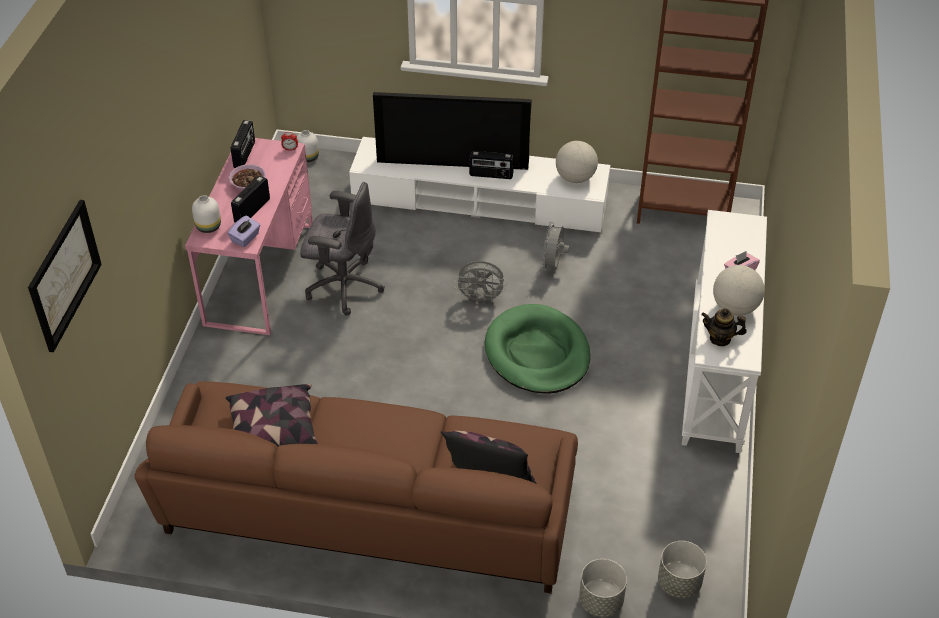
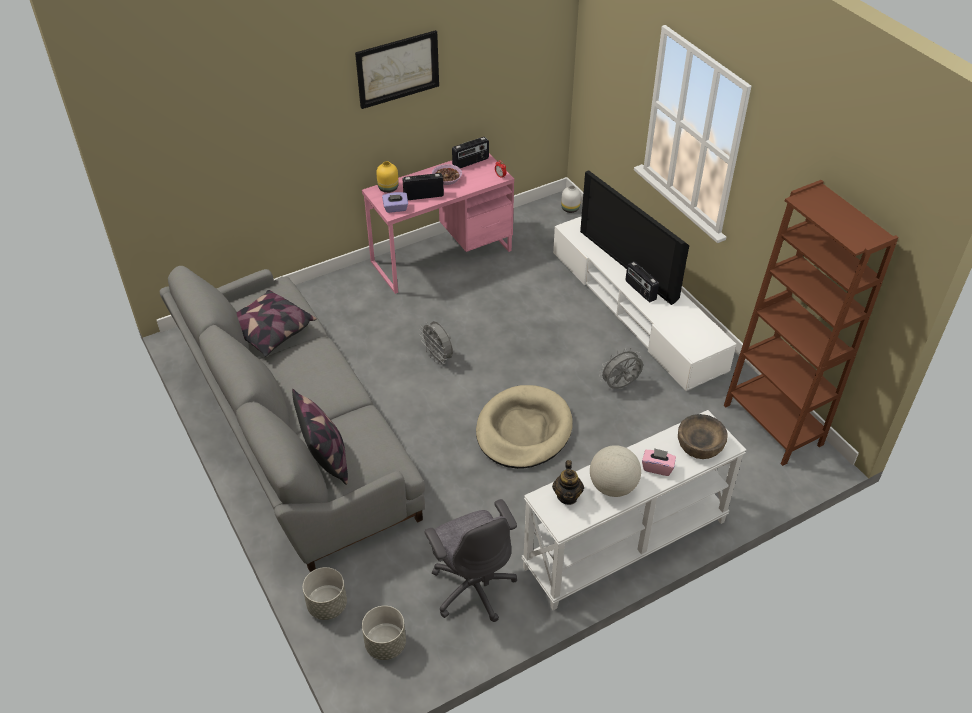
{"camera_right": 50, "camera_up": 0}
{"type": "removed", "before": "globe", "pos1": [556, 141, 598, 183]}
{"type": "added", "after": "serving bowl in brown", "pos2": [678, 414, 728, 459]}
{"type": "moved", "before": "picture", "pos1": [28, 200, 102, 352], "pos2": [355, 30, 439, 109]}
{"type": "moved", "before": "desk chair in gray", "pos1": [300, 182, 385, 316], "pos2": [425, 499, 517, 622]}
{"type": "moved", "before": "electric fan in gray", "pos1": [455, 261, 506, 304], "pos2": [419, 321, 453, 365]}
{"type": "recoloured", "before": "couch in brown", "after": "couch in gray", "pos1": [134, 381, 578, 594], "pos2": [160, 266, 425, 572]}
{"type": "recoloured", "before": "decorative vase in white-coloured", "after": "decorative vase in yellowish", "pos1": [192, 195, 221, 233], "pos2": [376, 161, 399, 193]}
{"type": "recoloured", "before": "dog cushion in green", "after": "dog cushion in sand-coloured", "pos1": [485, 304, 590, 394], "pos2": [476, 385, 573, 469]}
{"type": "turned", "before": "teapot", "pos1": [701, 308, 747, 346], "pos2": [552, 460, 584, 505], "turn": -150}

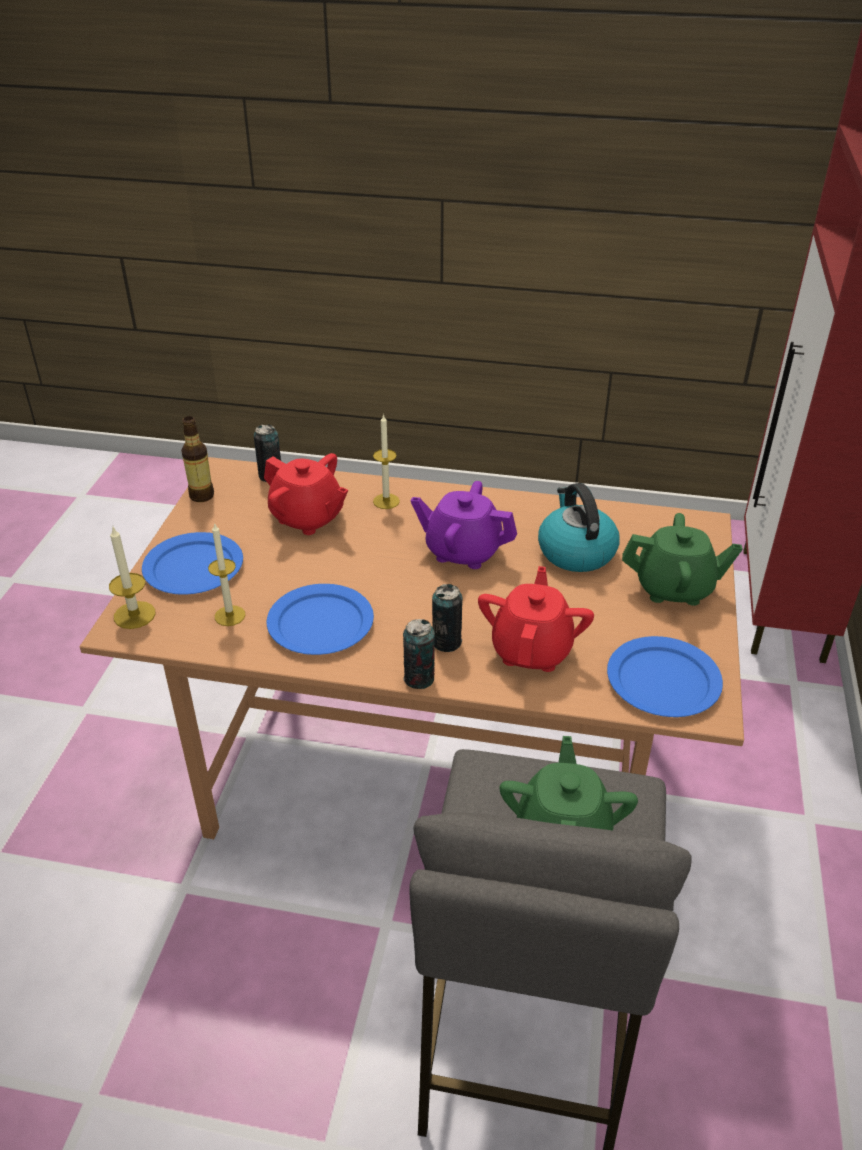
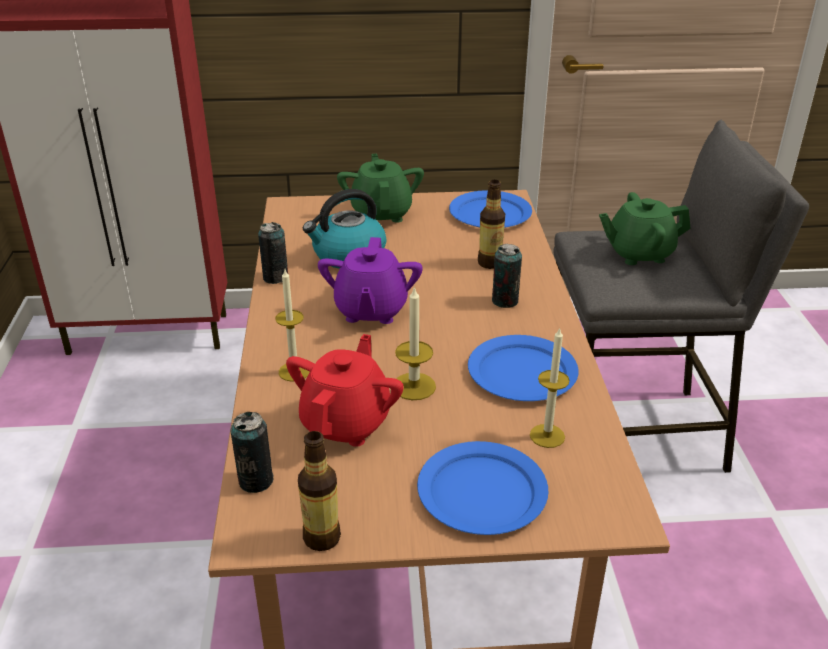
{"camera_right": -105, "camera_up": -5}
{"type": "moved", "before": "candle", "pos1": [109, 527, 156, 629], "pos2": [395, 286, 436, 400]}
{"type": "moved", "before": "metal can", "pos1": [403, 619, 435, 689], "pos2": [258, 222, 288, 284]}
{"type": "replaced", "before": "teapot in red-coloured", "after": "drink bottle", "pos1": [478, 566, 594, 672], "pos2": [478, 180, 505, 269]}

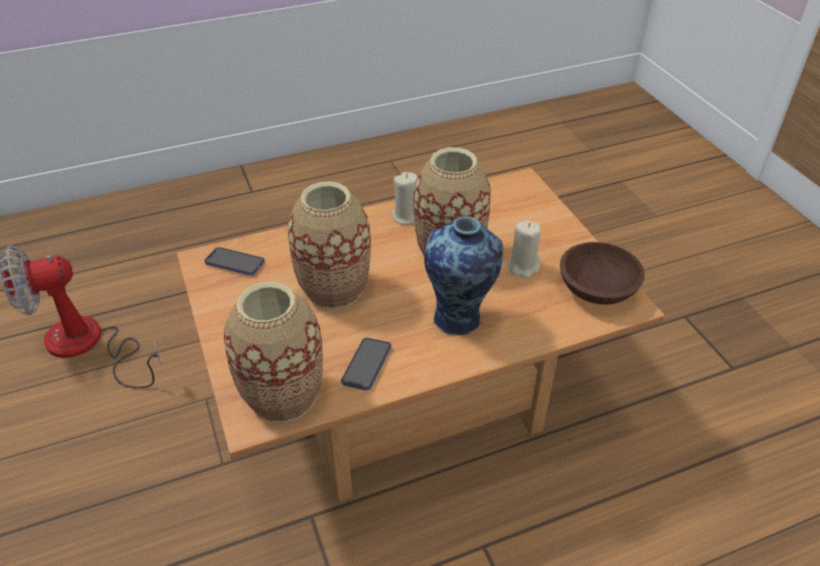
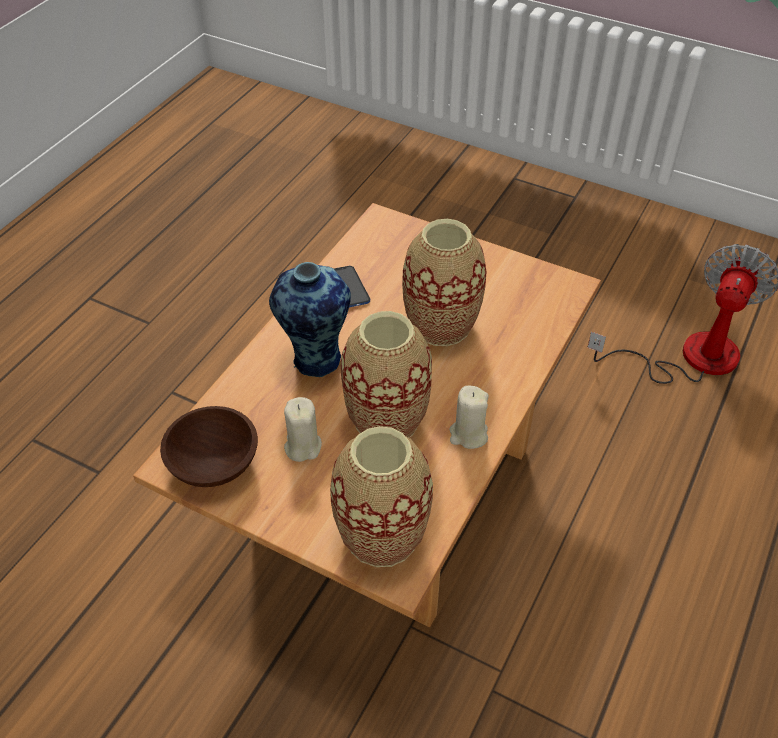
{"camera_right": 140, "camera_up": 5}
{"type": "removed", "before": "handset", "pos1": [204, 247, 265, 276]}
{"type": "moved", "before": "decorative vase", "pos1": [224, 281, 323, 422], "pos2": [330, 426, 433, 567]}

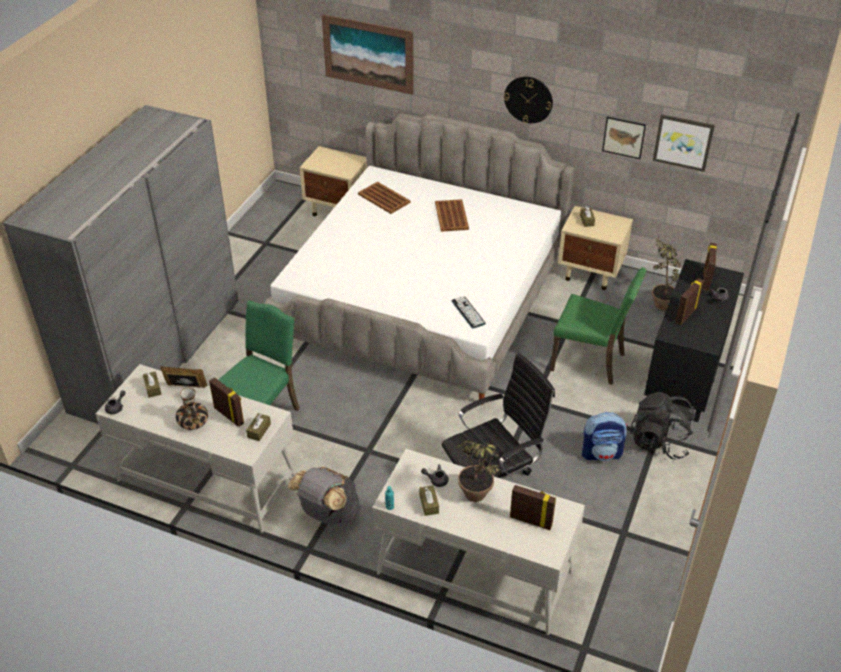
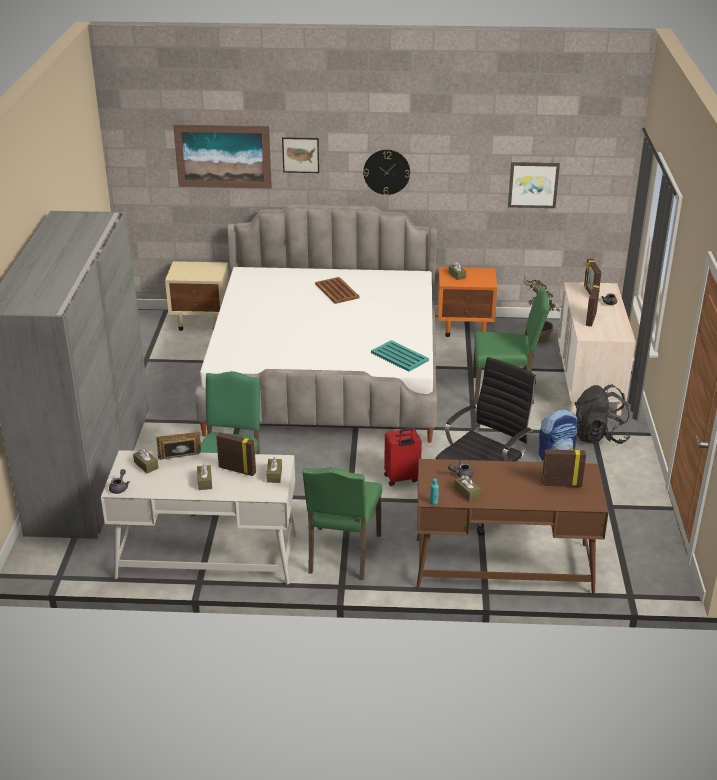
{"camera_right": -20, "camera_up": -10}
{"type": "removed", "before": "tray in brown", "pos1": [358, 182, 410, 214]}
{"type": "removed", "before": "plant in a pot", "pos1": [457, 440, 501, 502]}
{"type": "added", "after": "travel case in red-coloured", "pos2": [384, 428, 422, 486]}
{"type": "moved", "before": "picture", "pos1": [602, 116, 646, 159], "pos2": [282, 137, 319, 173]}
{"type": "replaced", "before": "decorative vase", "after": "box of tissues in brown", "pos1": [176, 388, 208, 430], "pos2": [197, 463, 212, 490]}
{"type": "replaced", "before": "rucksack in gray", "after": "plain chair in green", "pos1": [288, 467, 361, 525], "pos2": [302, 467, 382, 580]}
{"type": "replaced", "before": "keyboard", "after": "tray in turquoise", "pos1": [451, 296, 486, 328], "pos2": [371, 340, 429, 372]}
{"type": "recoloured", "before": "desk table in white-coloured", "after": "desk table in brown", "pos1": [372, 449, 585, 635], "pos2": [416, 459, 609, 595]}
{"type": "recoloured", "before": "nightstand in sand-coloured", "after": "nightstand in orangey", "pos1": [558, 206, 633, 290], "pos2": [438, 267, 497, 337]}
{"type": "recoloured", "before": "chest of drawers in black-coloured", "after": "chest of drawers in sand-coloured", "pos1": [644, 259, 744, 422], "pos2": [558, 282, 636, 415]}

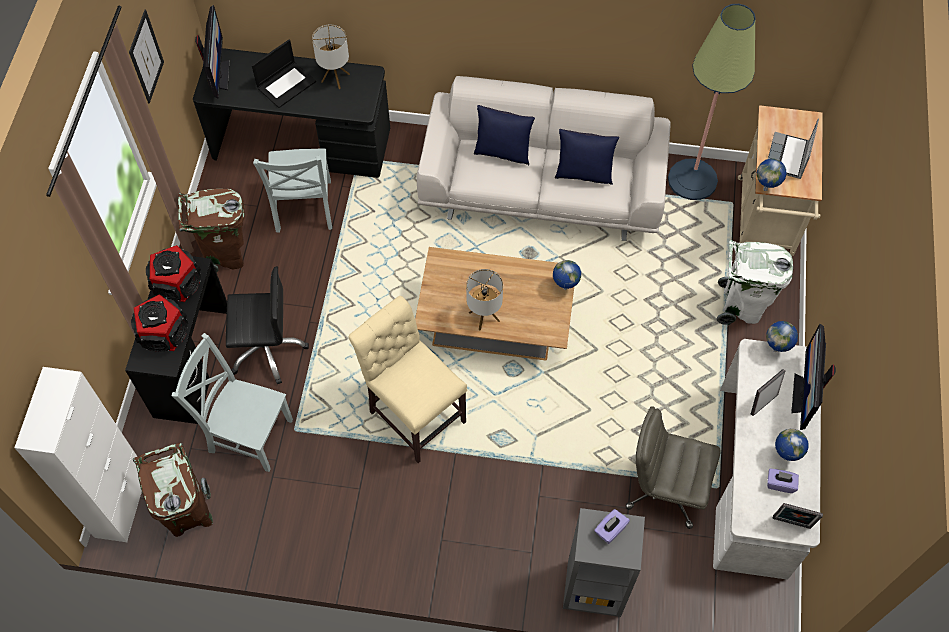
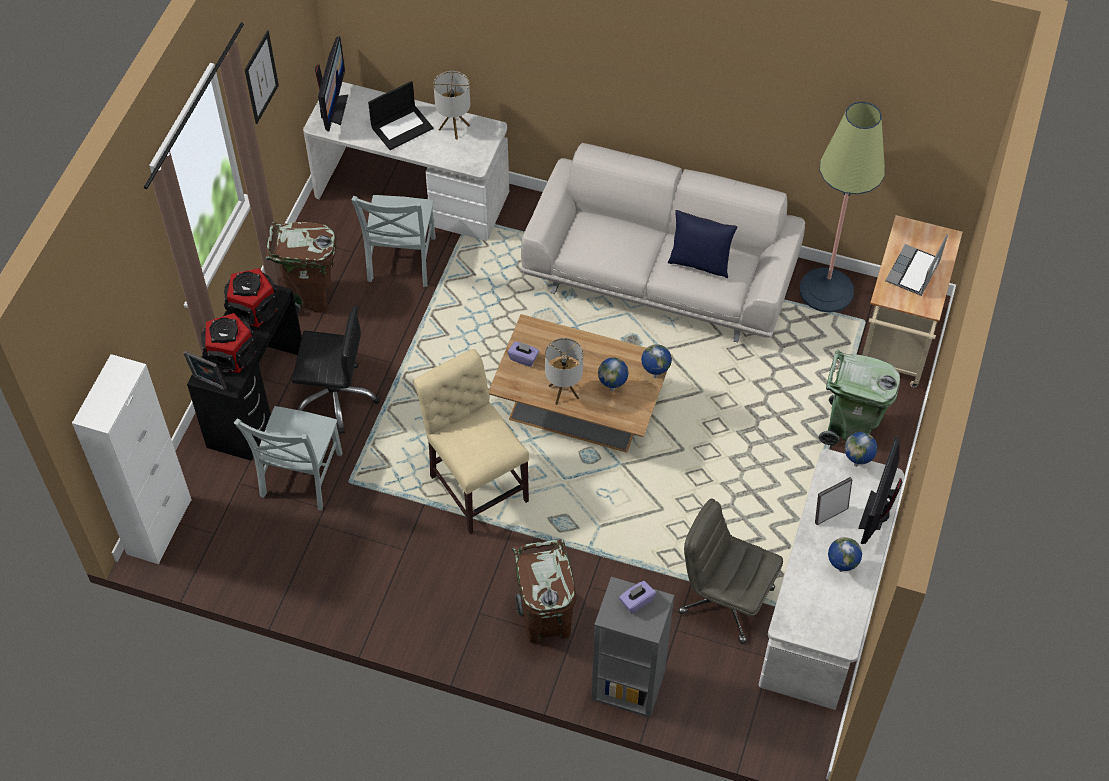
{"camera_right": 10, "camera_up": -5}
{"type": "removed", "before": "throw pillow in blue-coloured", "pos1": [474, 105, 535, 165]}
{"type": "moved", "before": "waste bin in brown", "pos1": [133, 443, 213, 537], "pos2": [512, 540, 576, 643]}
{"type": "moved", "before": "globe", "pos1": [757, 159, 787, 191], "pos2": [598, 358, 629, 391]}
{"type": "moved", "before": "box of tissues in purple-coloured", "pos1": [767, 469, 799, 493], "pos2": [508, 342, 539, 367]}
{"type": "moved", "before": "photo frame", "pos1": [773, 503, 823, 529], "pos2": [183, 351, 227, 390]}
{"type": "recoloured", "before": "desk table in black-coloured", "after": "desk table in white-coloured", "pos1": [193, 48, 390, 178], "pos2": [303, 82, 509, 241]}
{"type": "recoloured", "before": "waste bin in white-coloured", "after": "waste bin in green", "pos1": [716, 240, 793, 325], "pos2": [819, 350, 900, 446]}
{"type": "turned", "before": "plain chair in gray", "pos1": [172, 333, 293, 472], "pos2": [234, 406, 343, 510], "turn": -105}

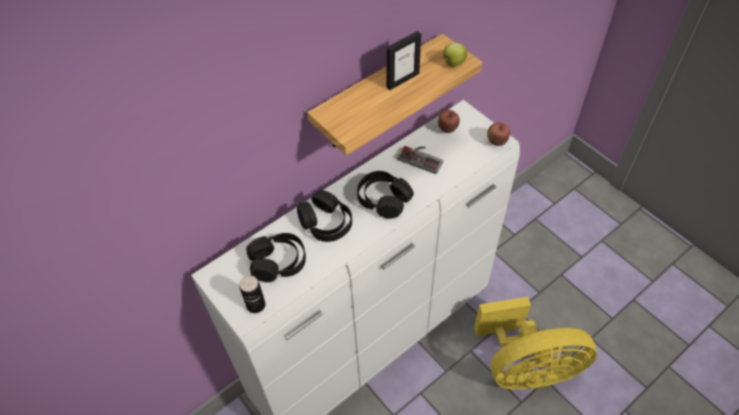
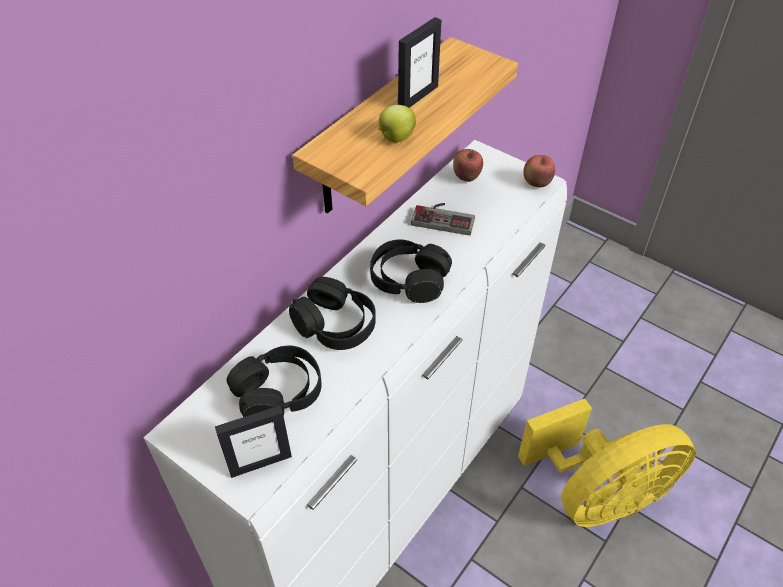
{"camera_right": -15, "camera_up": -5}
{"type": "moved", "before": "apple fruit", "pos1": [442, 43, 467, 67], "pos2": [378, 105, 416, 142]}
{"type": "replaced", "before": "metal can", "after": "photo frame", "pos1": [240, 275, 265, 313], "pos2": [215, 405, 292, 478]}

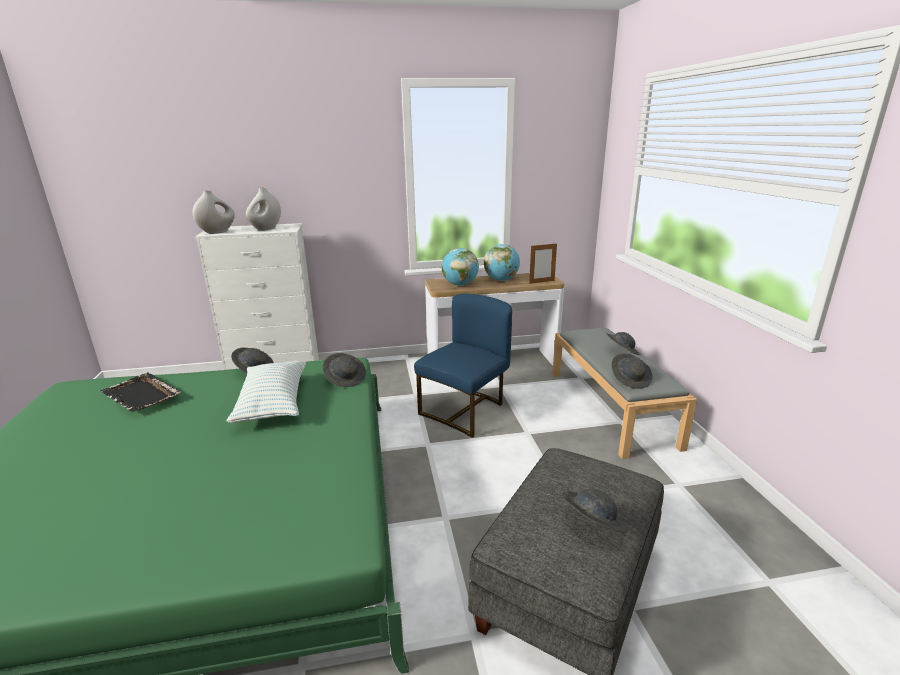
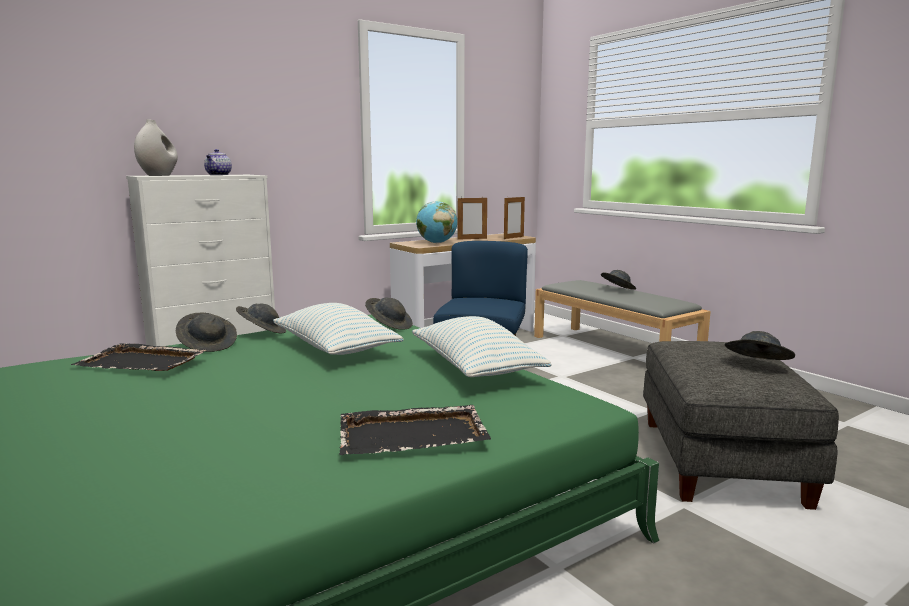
{"camera_right": -25, "camera_up": -10}
{"type": "added", "after": "tray in black-coloured", "pos2": [339, 405, 491, 455]}
{"type": "added", "after": "throw pillow", "pos2": [412, 316, 552, 377]}
{"type": "moved", "before": "hat in gray", "pos1": [612, 353, 653, 389], "pos2": [176, 313, 237, 352]}
{"type": "replaced", "before": "decorative vase in white-coloured", "after": "teapot", "pos1": [246, 187, 281, 231], "pos2": [204, 149, 232, 175]}
{"type": "replaced", "before": "globe", "after": "photo frame", "pos1": [484, 244, 520, 281], "pos2": [458, 196, 487, 240]}

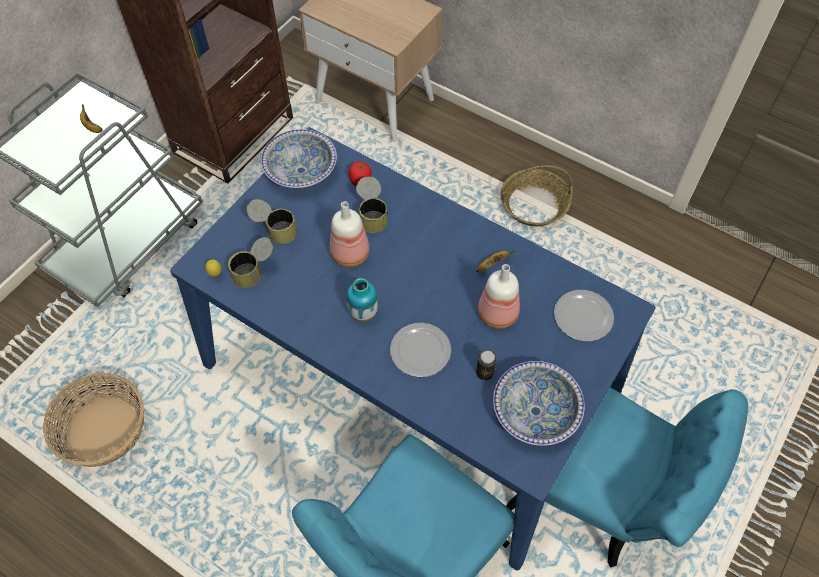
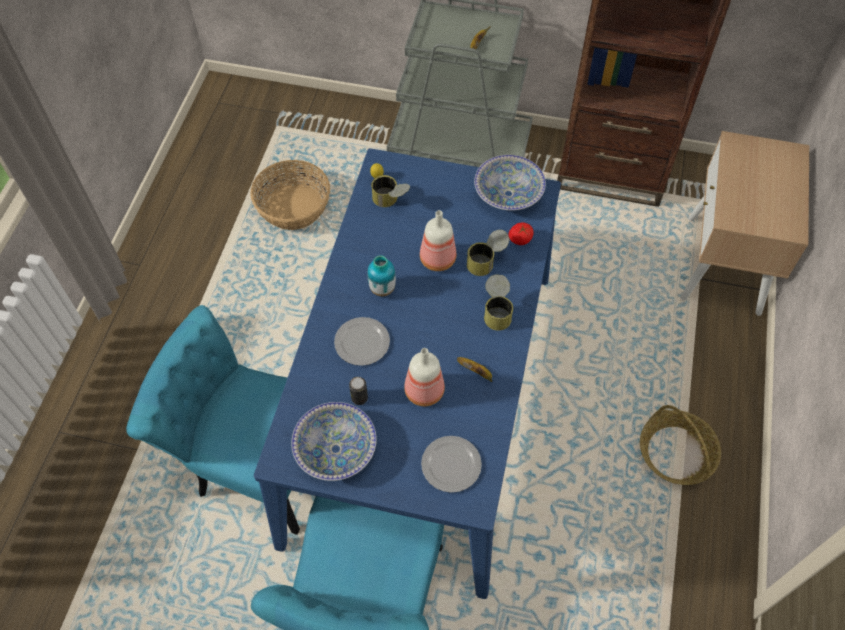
{"camera_right": 70, "camera_up": 0}
{"type": "moved", "before": "metal can", "pos1": [247, 199, 297, 244], "pos2": [484, 275, 513, 331]}

